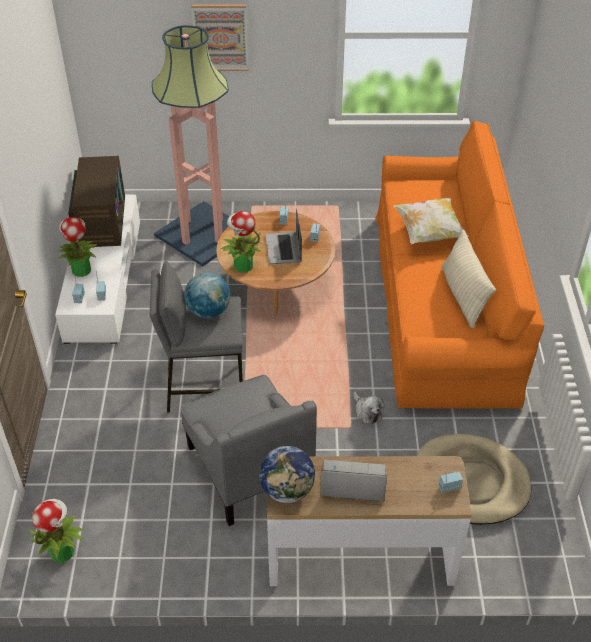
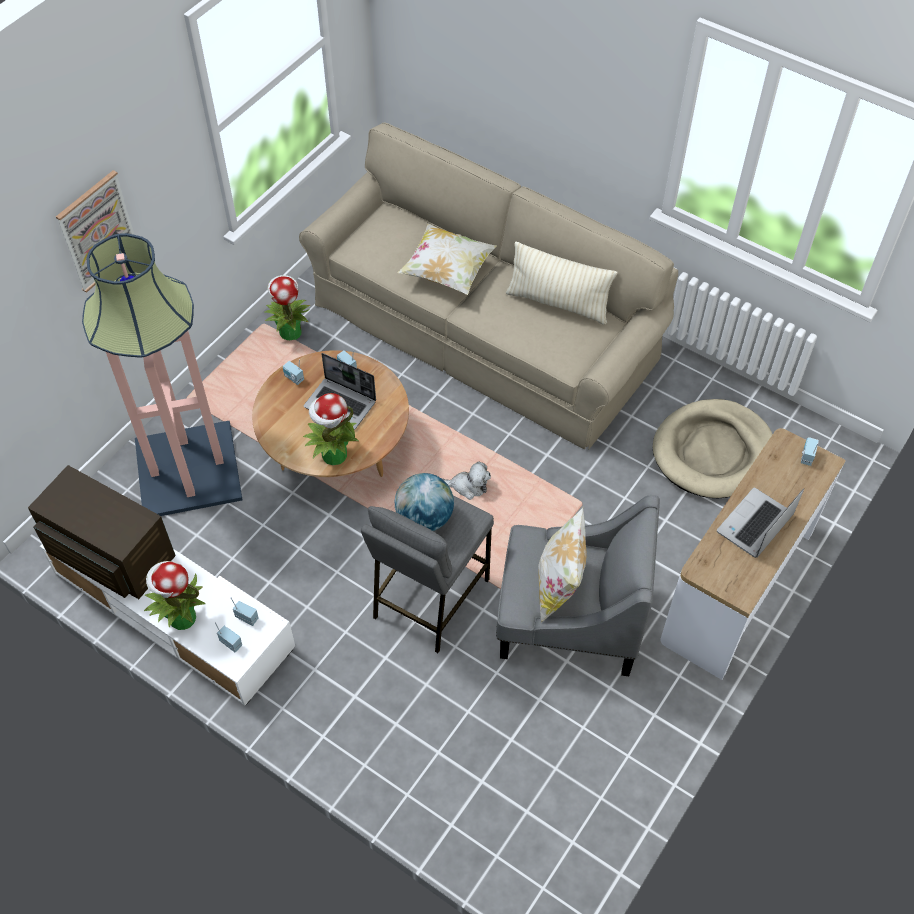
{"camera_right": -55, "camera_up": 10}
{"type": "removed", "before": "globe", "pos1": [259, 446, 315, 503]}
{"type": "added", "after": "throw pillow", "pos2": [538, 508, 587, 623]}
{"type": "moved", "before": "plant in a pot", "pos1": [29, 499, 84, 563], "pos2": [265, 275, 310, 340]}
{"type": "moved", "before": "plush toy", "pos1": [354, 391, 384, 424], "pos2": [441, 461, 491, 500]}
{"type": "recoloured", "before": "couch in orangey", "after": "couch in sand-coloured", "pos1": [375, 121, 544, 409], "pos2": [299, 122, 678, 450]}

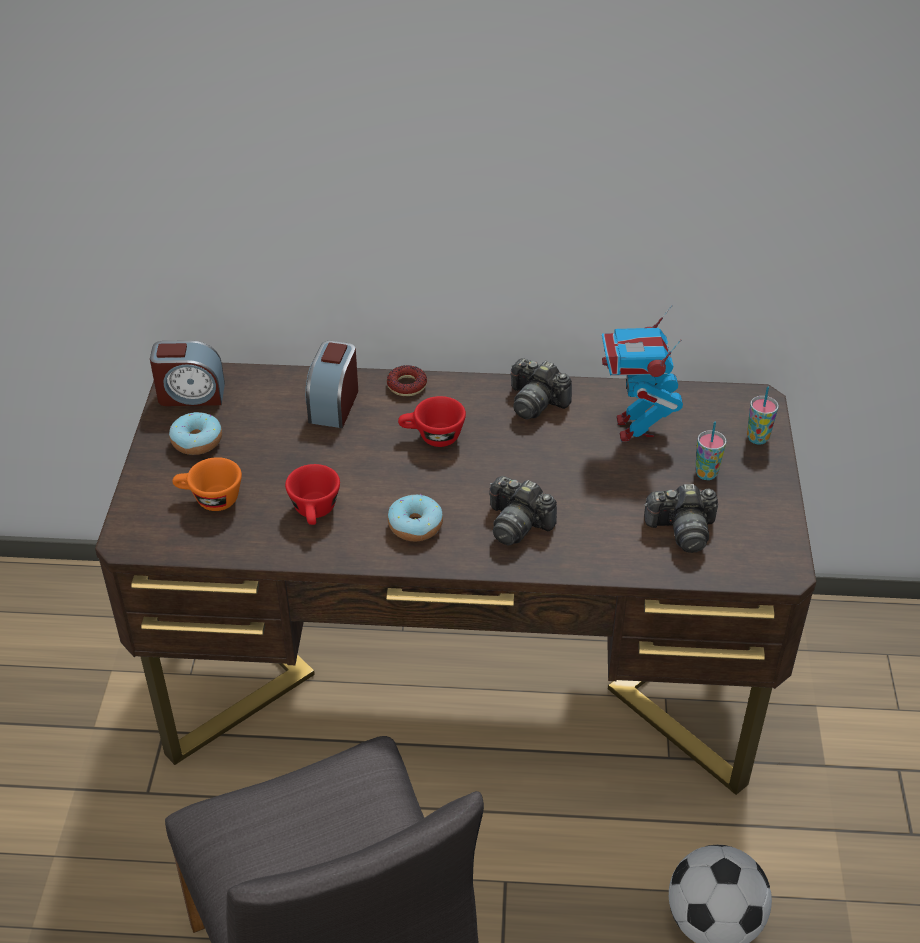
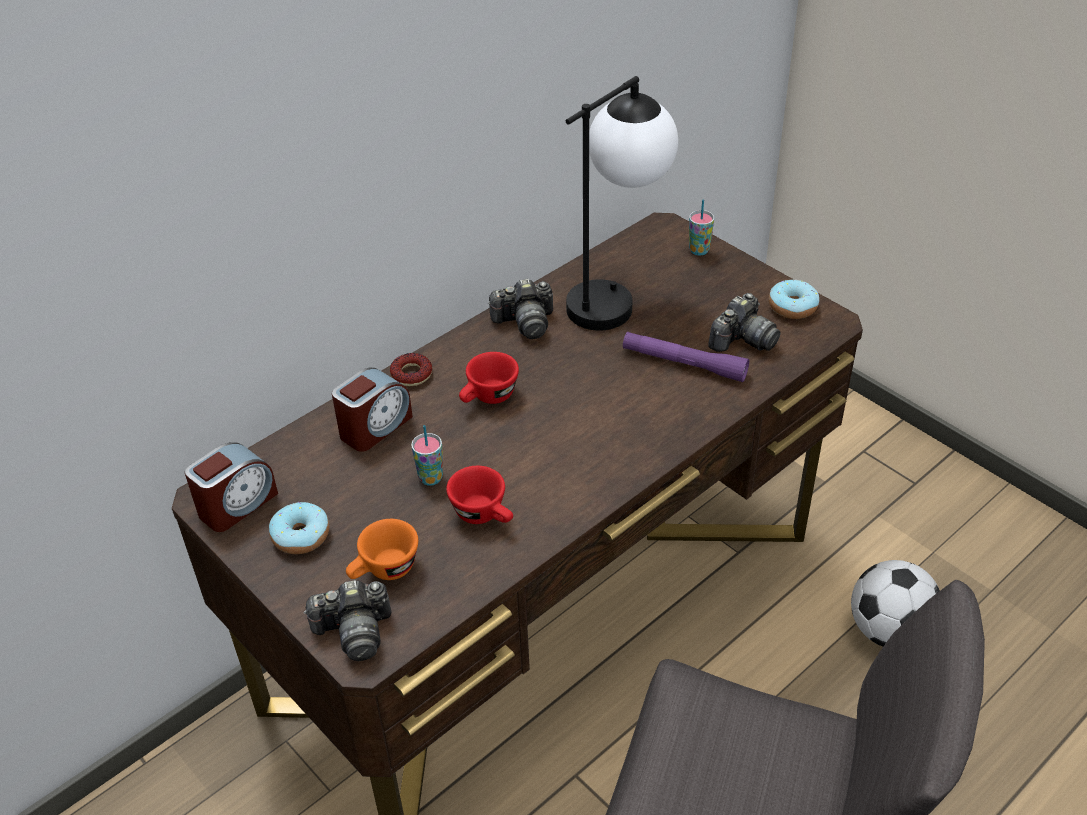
{"camera_right": -45, "camera_up": 0}
{"type": "added", "after": "hand torch in purple-coloured", "pos2": [623, 332, 749, 382]}
{"type": "moved", "before": "donut", "pos1": [388, 494, 443, 541], "pos2": [769, 279, 819, 319]}
{"type": "moved", "before": "still camera", "pos1": [489, 476, 557, 545], "pos2": [303, 580, 392, 661]}
{"type": "moved", "before": "cup", "pos1": [695, 422, 726, 480], "pos2": [411, 425, 443, 486]}
{"type": "replaced", "before": "toy robot", "after": "lamp for a table", "pos1": [602, 305, 683, 442], "pos2": [566, 76, 678, 331]}
{"type": "turned", "before": "alarm clock", "pos1": [305, 341, 358, 428], "pos2": [332, 368, 413, 452], "turn": -105}

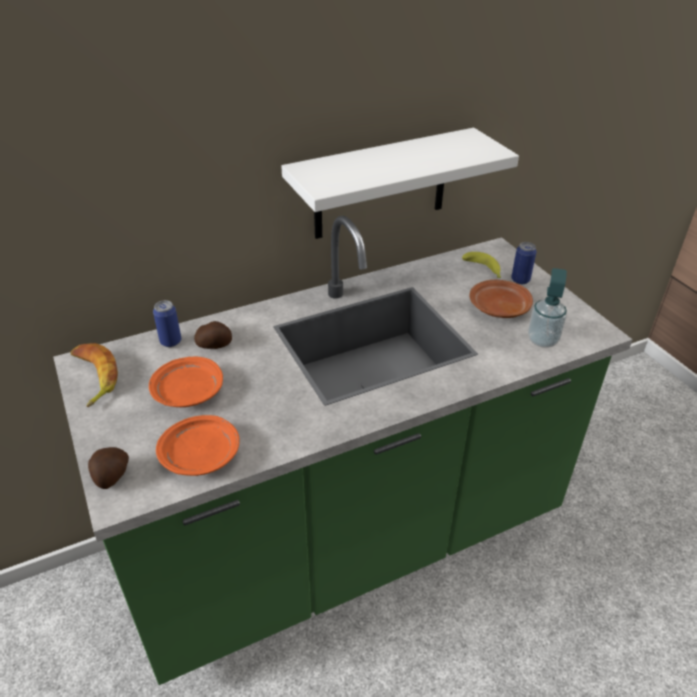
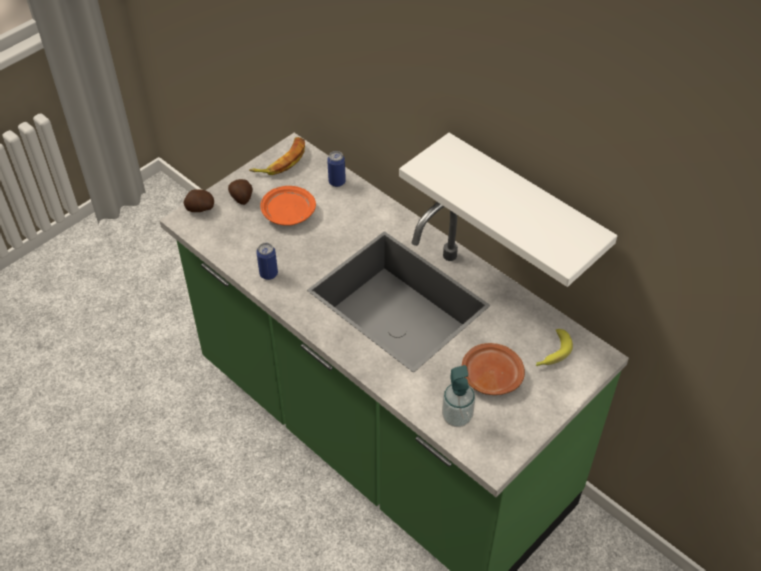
{"camera_right": 70, "camera_up": 10}
{"type": "removed", "before": "plate in orangey", "pos1": [156, 415, 240, 476]}
{"type": "moved", "before": "whole potato", "pos1": [194, 321, 232, 349], "pos2": [228, 179, 253, 205]}
{"type": "moved", "before": "metal can", "pos1": [511, 242, 537, 284], "pos2": [256, 243, 278, 280]}

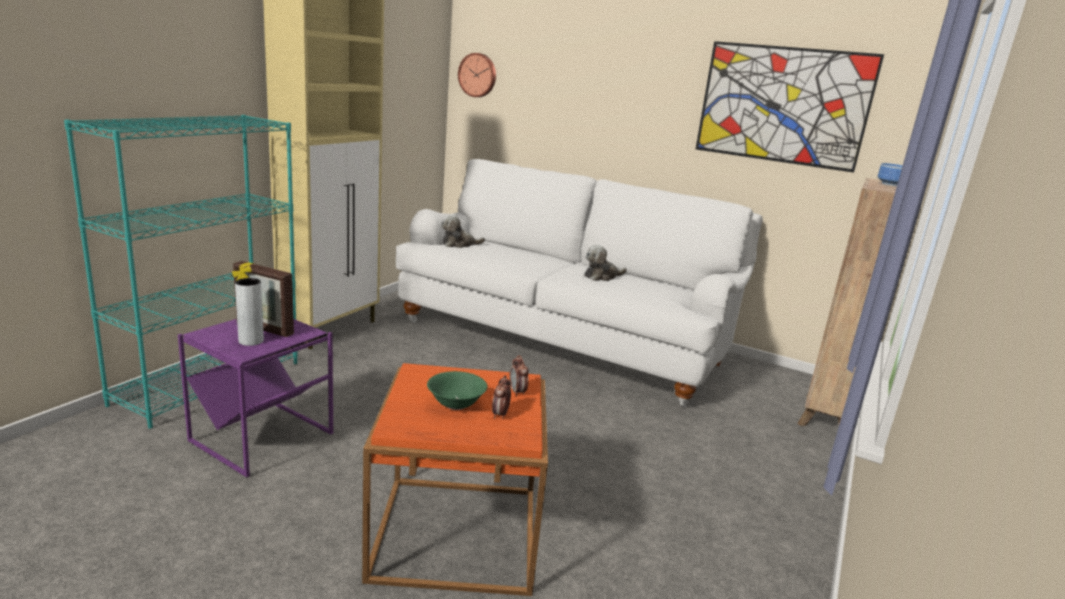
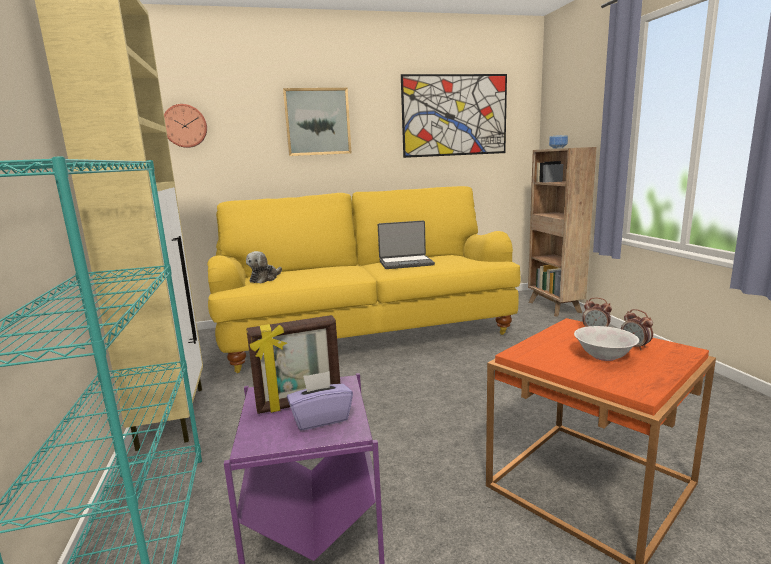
{"camera_right": -40, "camera_up": -5}
{"type": "added", "after": "picture", "pos2": [283, 88, 351, 156]}
{"type": "replaced", "before": "decorative vase in gray", "after": "box of tissues in purple-coloured", "pos1": [235, 278, 264, 346], "pos2": [287, 371, 353, 431]}
{"type": "replaced", "before": "plush toy", "after": "portable computer", "pos1": [584, 245, 627, 281], "pos2": [378, 220, 435, 269]}
{"type": "recoloured", "before": "couch in white-coloured", "after": "couch in yellowish", "pos1": [396, 159, 763, 408], "pos2": [207, 186, 520, 373]}
{"type": "recoloured", "before": "serving bowl in green", "after": "serving bowl in white-coloured", "pos1": [427, 371, 487, 410], "pos2": [574, 326, 639, 361]}

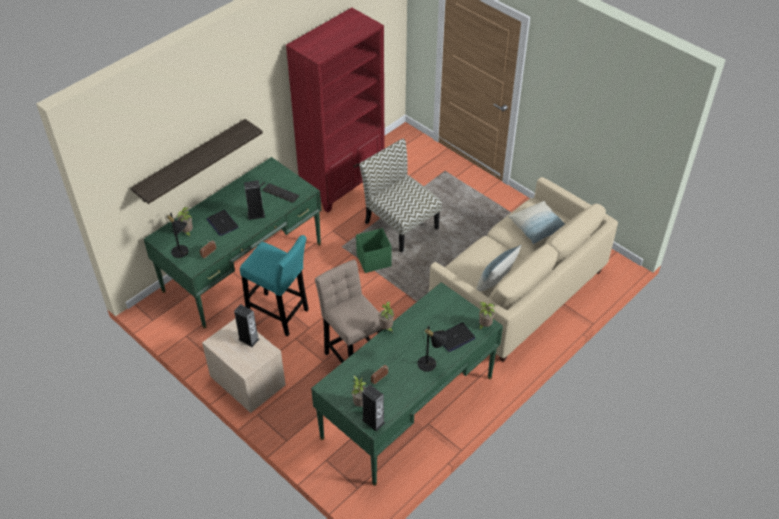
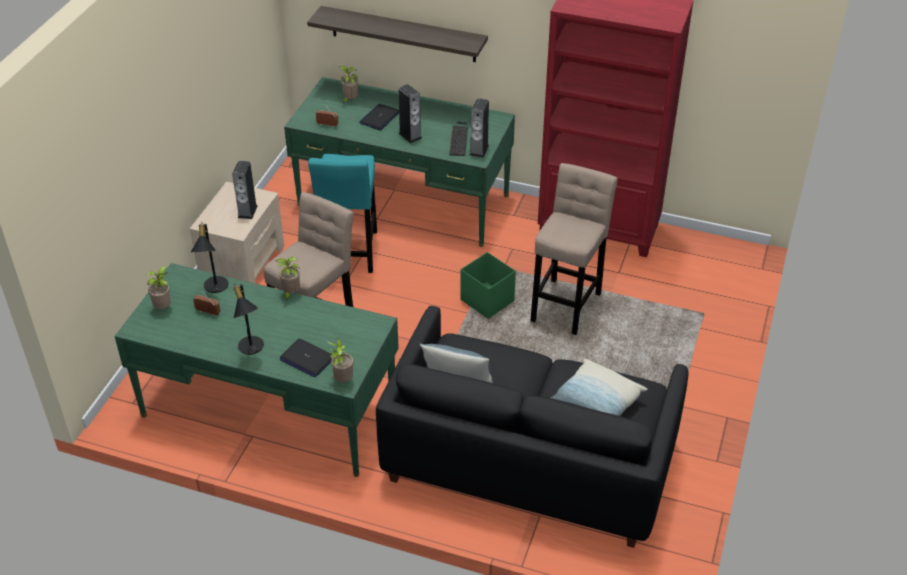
{"camera_right": 65, "camera_up": -5}
{"type": "moved", "before": "lamp for a table in black-coloured", "pos1": [165, 212, 189, 258], "pos2": [191, 222, 228, 293]}
{"type": "moved", "before": "audio speaker", "pos1": [362, 385, 385, 431], "pos2": [470, 98, 489, 158]}
{"type": "replaced", "before": "plain chair", "after": "stool in sand-coloured", "pos1": [359, 139, 442, 253], "pos2": [530, 163, 618, 335]}
{"type": "recoloured", "before": "couch in sand-coloured", "after": "couch in black-coloured", "pos1": [429, 177, 618, 362], "pos2": [376, 306, 689, 548]}

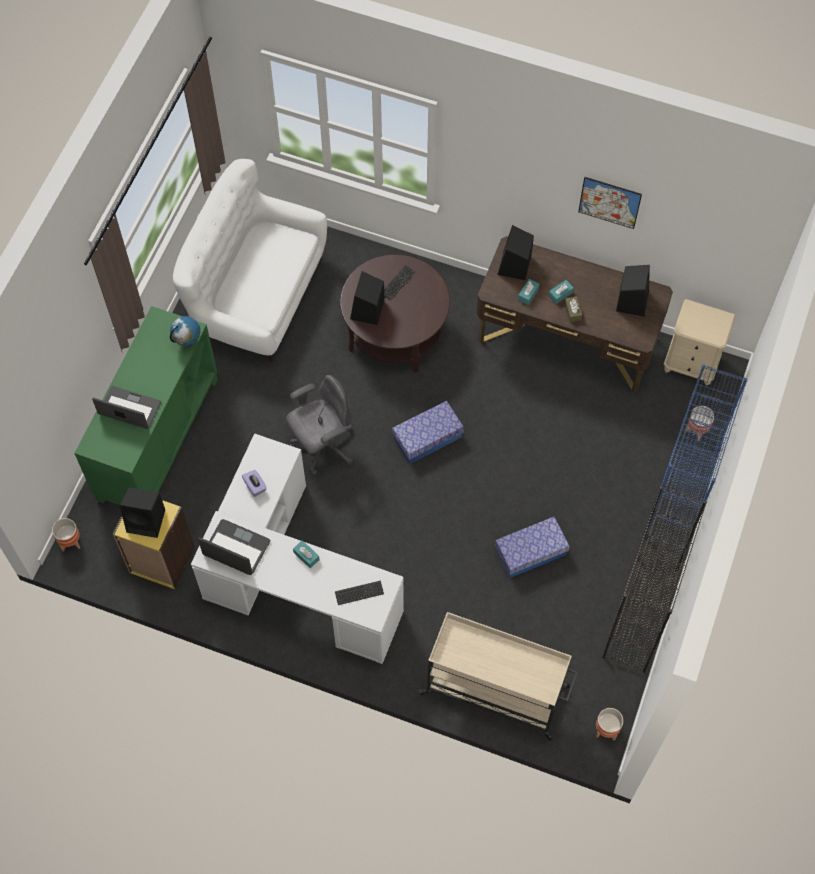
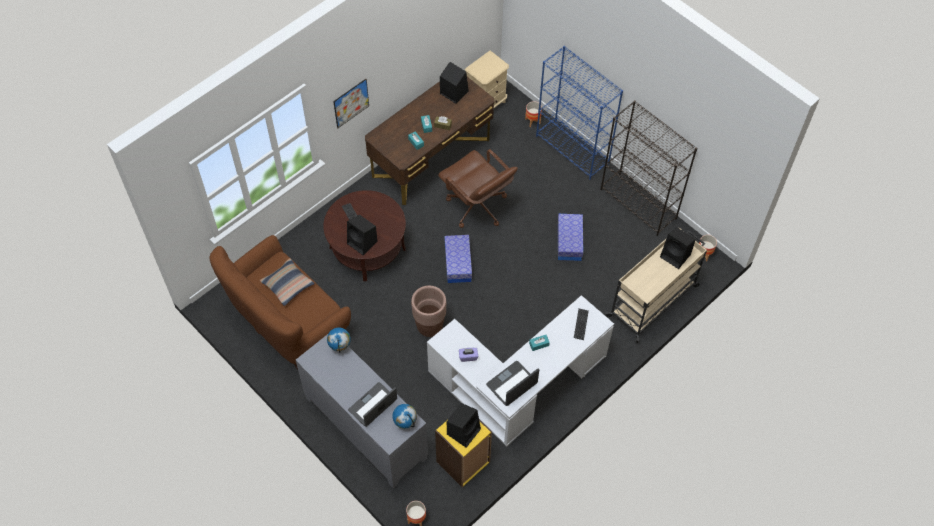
{"camera_right": -65, "camera_up": -5}
{"type": "added", "after": "throw pillow", "pos2": [260, 258, 315, 306]}
{"type": "added", "after": "globe", "pos2": [392, 404, 417, 428]}
{"type": "added", "after": "desk chair in brown", "pos2": [438, 149, 518, 228]}
{"type": "moved", "before": "audio speaker in black-coloured", "pos1": [498, 225, 534, 280], "pos2": [660, 227, 696, 269]}
{"type": "moved", "before": "picture", "pos1": [578, 177, 642, 229], "pos2": [333, 79, 369, 128]}
{"type": "replaced", "before": "desk chair in gray", "after": "flower pot in brown", "pos1": [286, 375, 353, 475], "pos2": [411, 286, 447, 337]}
{"type": "recoloured", "before": "cupboard in green", "after": "cupboard in gray", "pos1": [74, 306, 217, 505], "pos2": [296, 334, 428, 488]}
{"type": "recoloured", "before": "couch in white-coloured", "after": "couch in brown", "pos1": [173, 159, 327, 362], "pos2": [210, 235, 351, 370]}

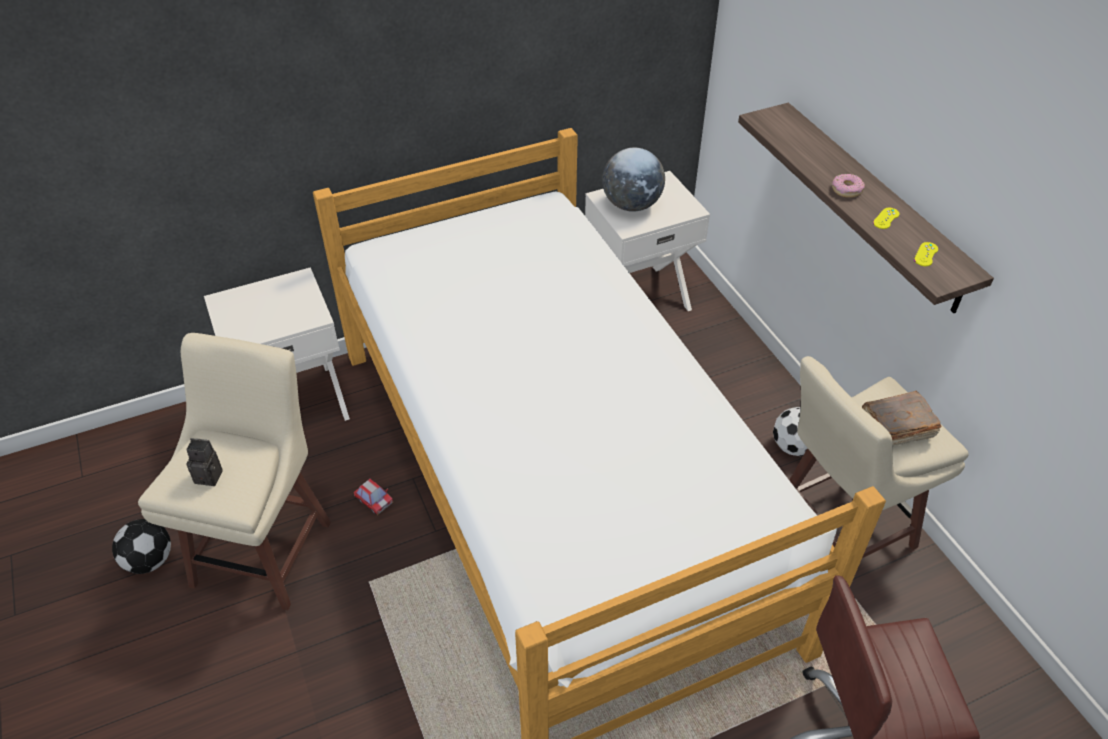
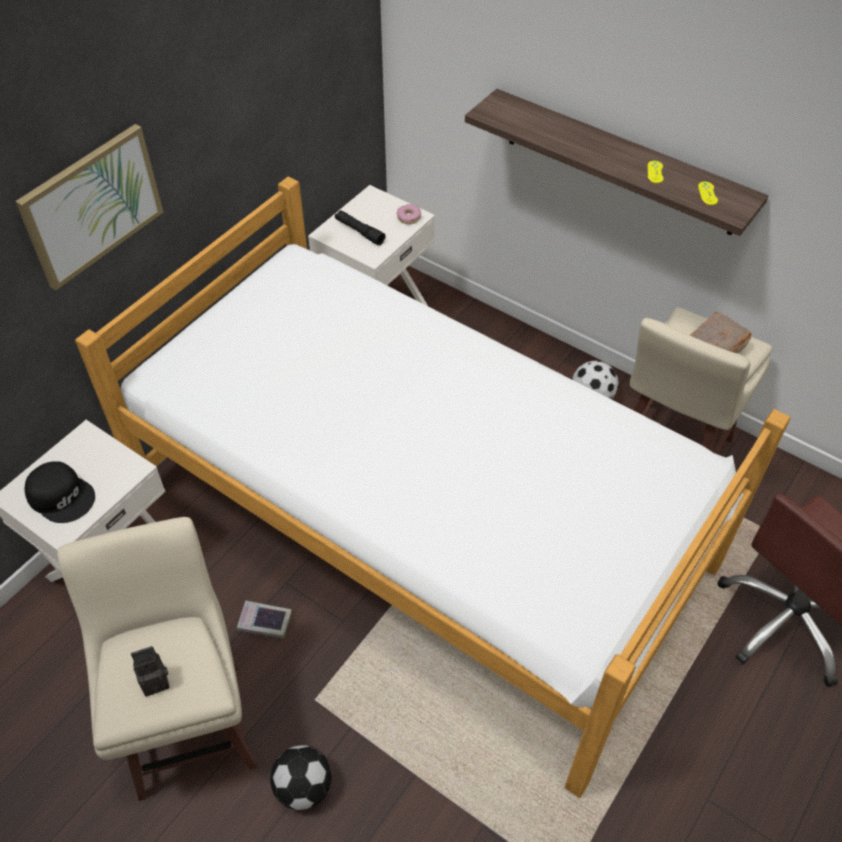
{"camera_right": -30, "camera_up": 5}
{"type": "added", "after": "picture", "pos2": [15, 124, 164, 290]}
{"type": "added", "after": "peaked cap in black-coloured", "pos2": [25, 461, 95, 523]}
{"type": "moved", "before": "ball for football", "pos1": [112, 519, 171, 574], "pos2": [270, 745, 332, 810]}
{"type": "moved", "before": "donut", "pos1": [832, 174, 865, 198], "pos2": [397, 204, 421, 224]}
{"type": "replaced", "before": "miniature car", "after": "bound book", "pos1": [354, 479, 394, 515], "pos2": [237, 601, 292, 638]}
{"type": "replaced", "before": "globe", "after": "hand torch in black-coloured", "pos1": [602, 148, 665, 212], "pos2": [335, 210, 386, 245]}

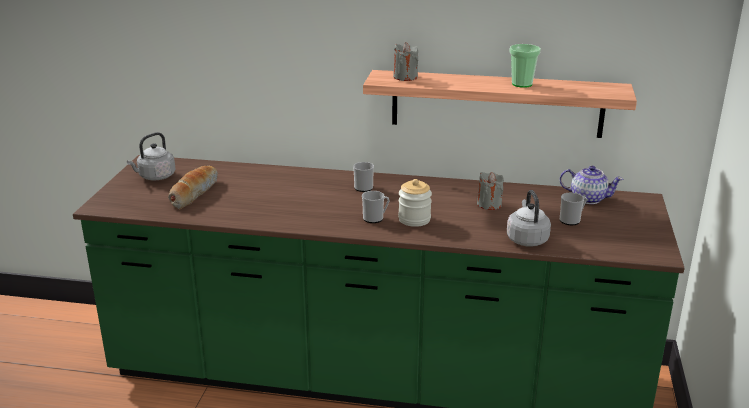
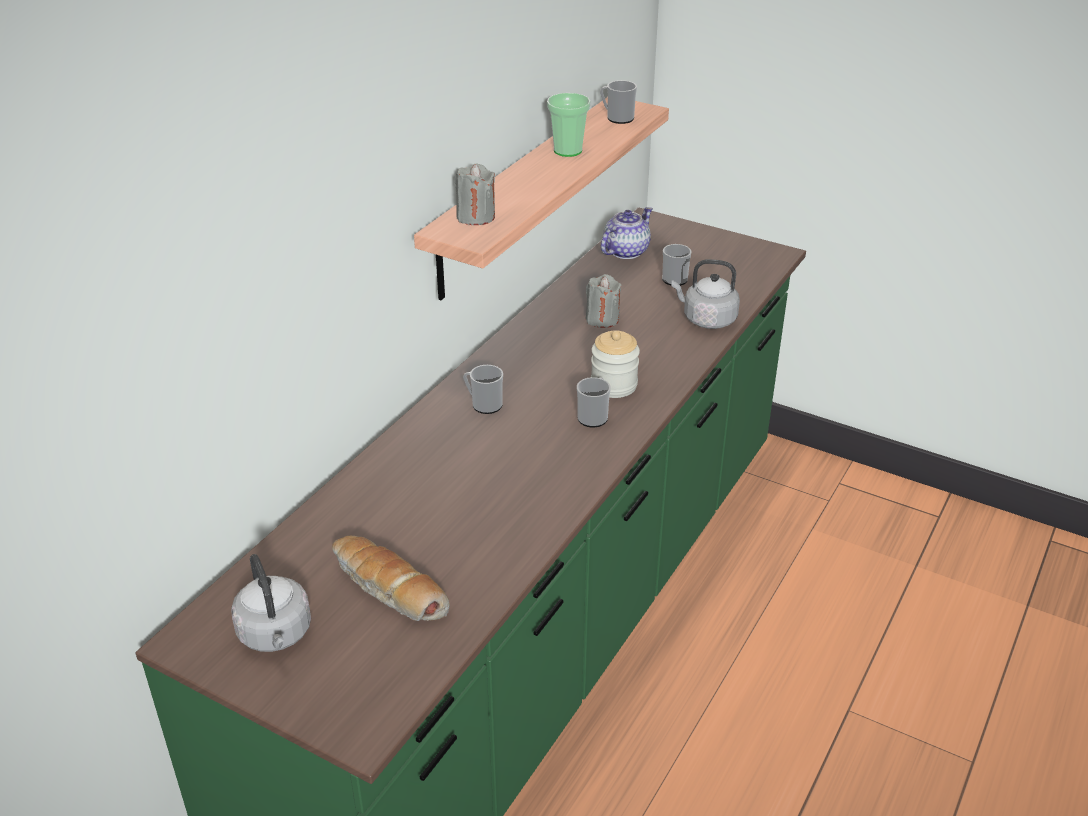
{"camera_right": -70, "camera_up": 10}
{"type": "added", "after": "coffee mug", "pos2": [600, 80, 637, 124]}

